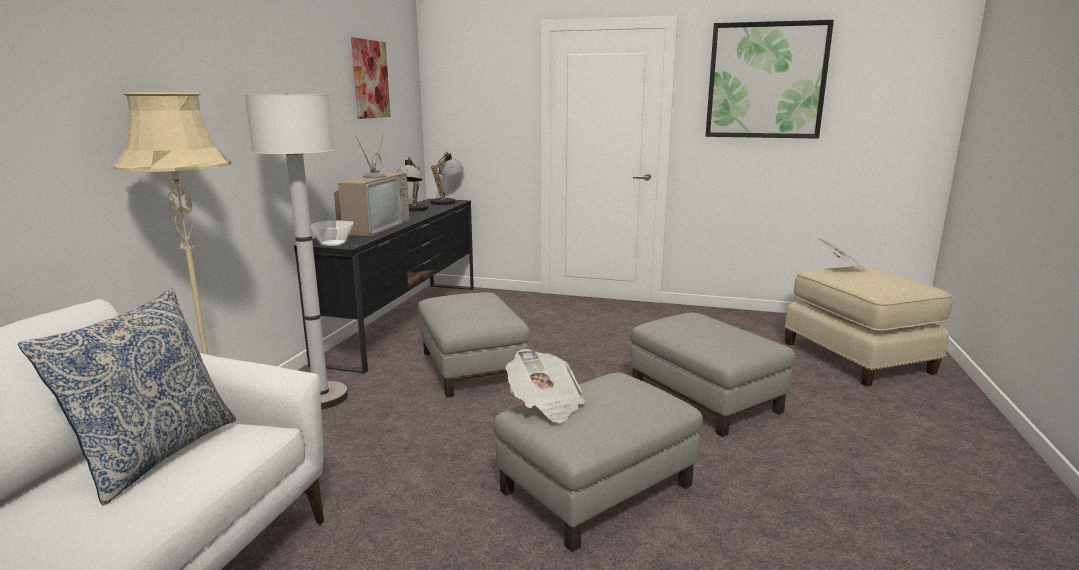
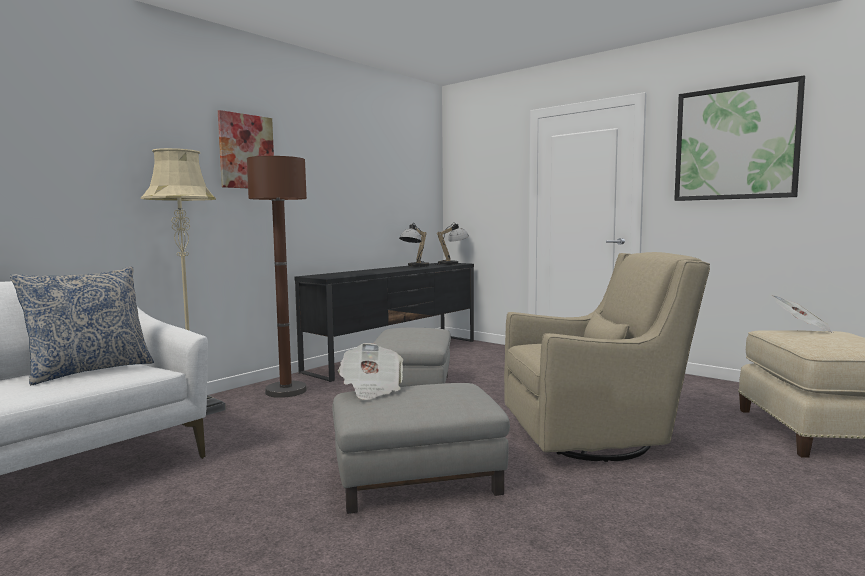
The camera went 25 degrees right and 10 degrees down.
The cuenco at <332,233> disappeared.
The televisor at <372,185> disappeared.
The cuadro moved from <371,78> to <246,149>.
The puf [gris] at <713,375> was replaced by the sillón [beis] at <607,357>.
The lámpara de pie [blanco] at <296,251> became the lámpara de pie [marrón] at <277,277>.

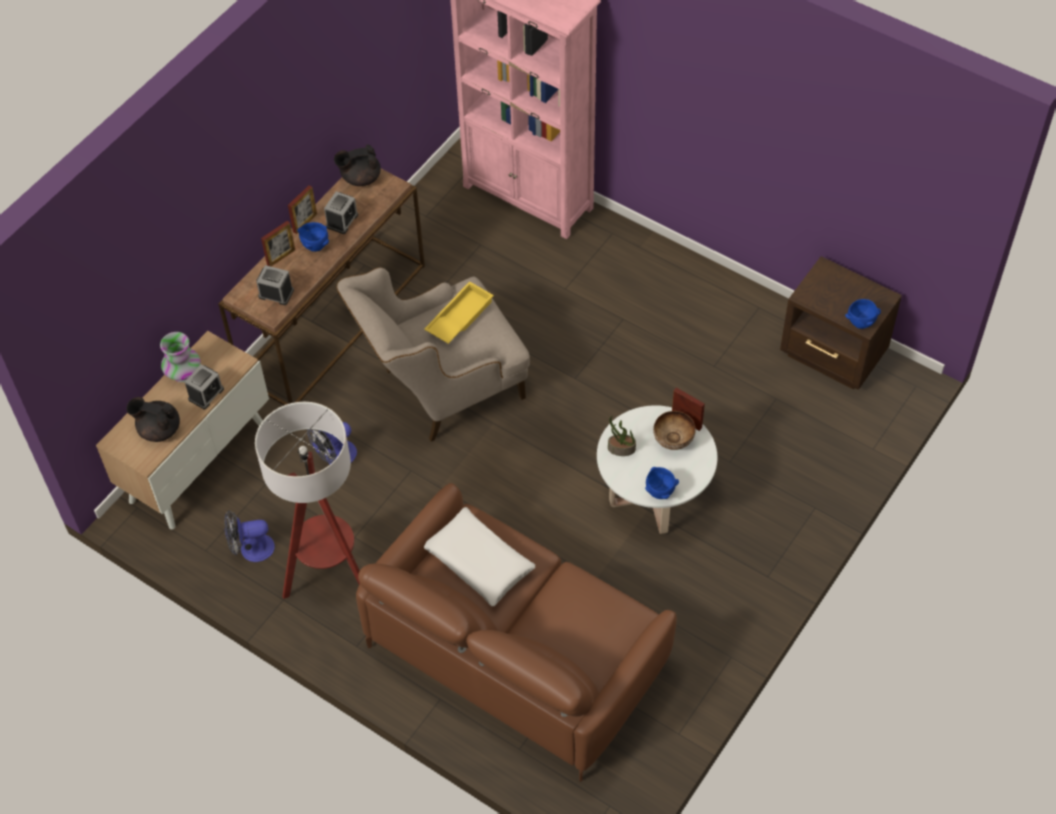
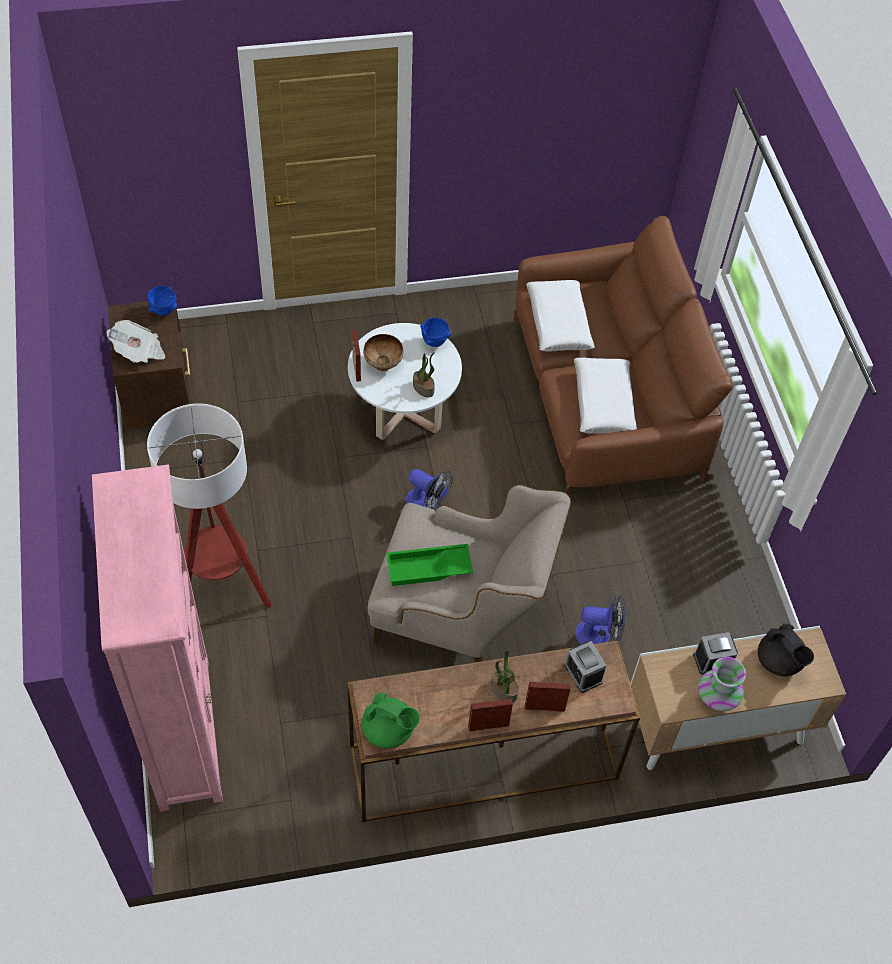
The camera went 140 degrees left and 0 degrees up.
The despertador at <341,212> disappeared.
The periódico at <136,341> appeared.
The cojín [blanco] at <560,316> appeared.
The ventilador moved from <249,536> to <429,489>.
The lámpara de pie moved from <307,500> to <209,506>.
The cuenco [azul] at <313,237> was replaced by the planta en maceta at <505,677>.
The tetera [negro] at <357,165> became the tetera [verde] at <391,720>.
The bandeja [amarillo] at <459,312> became the bandeja [verde] at <429,565>.

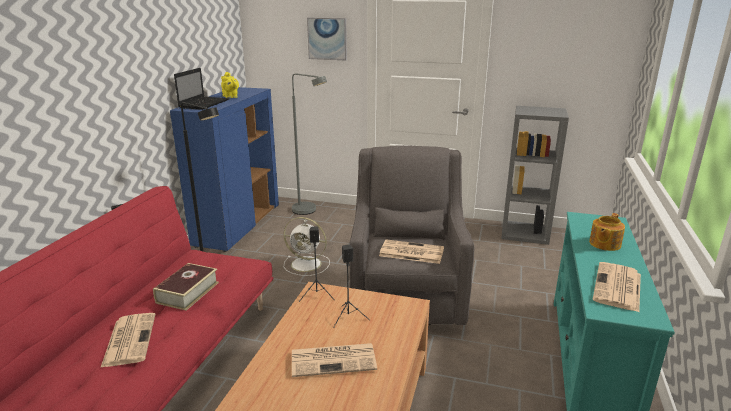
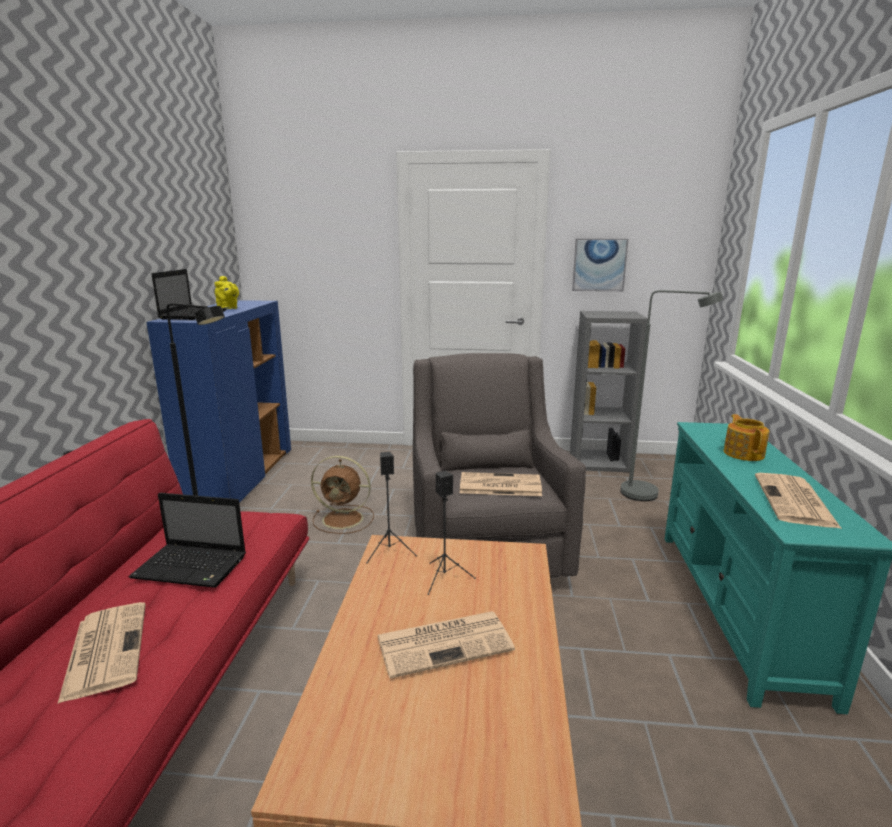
The camera went 10 degrees left and 5 degrees down.
The lámpara de pie [gris] moved from <309,144> to <671,395>.
The cuadro moved from <327,39> to <600,265>.
The libro at <186,287> was replaced by the portátil at <187,540>.
The ventilador [blanco] at <307,246> became the ventilador [marrón] at <342,495>.
The tetera at <607,232> turned 150 degrees clockwise.

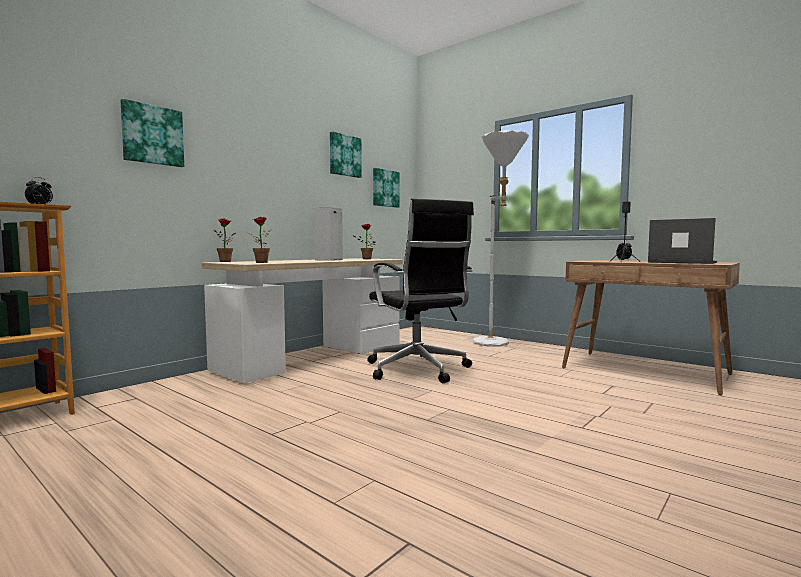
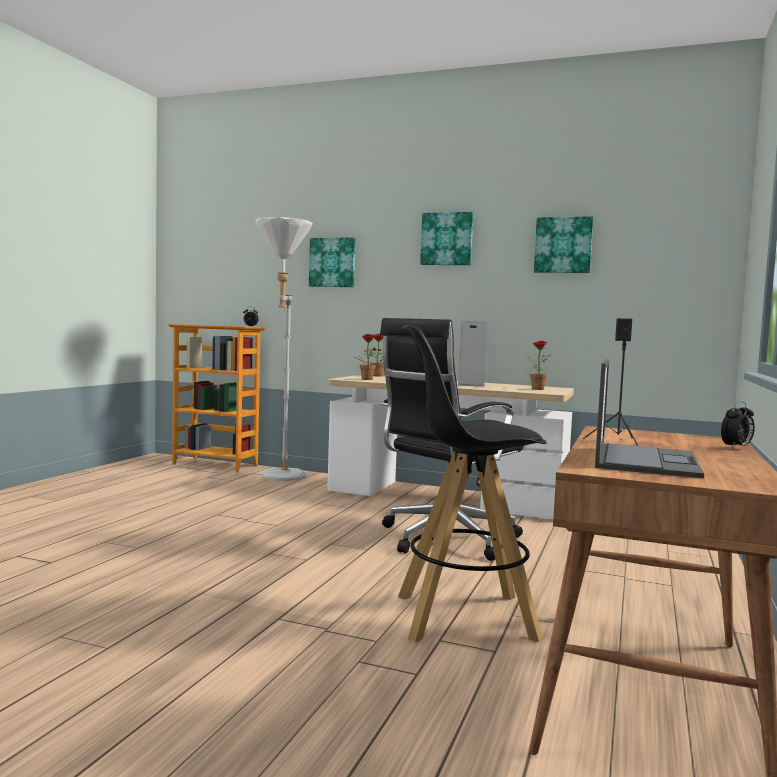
The camera went 70 degrees right and 0 degrees up.
The taburete [negro] at <472,484> appeared.
The cuadro moved from <386,188> to <446,238>.
The lámpara de pie [blanco] moved from <501,238> to <284,349>.

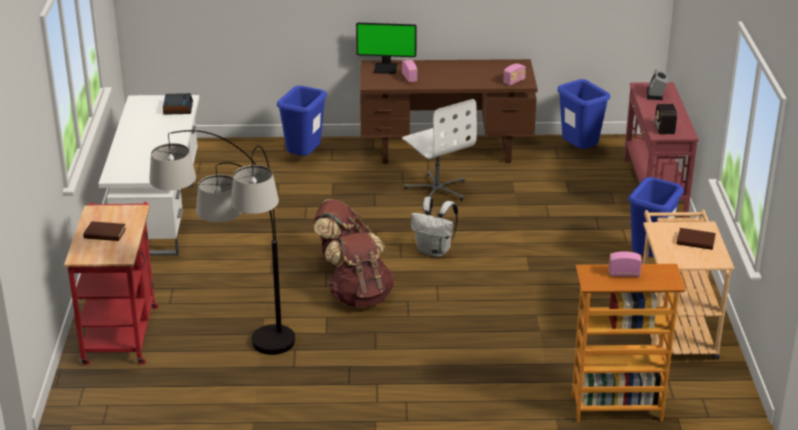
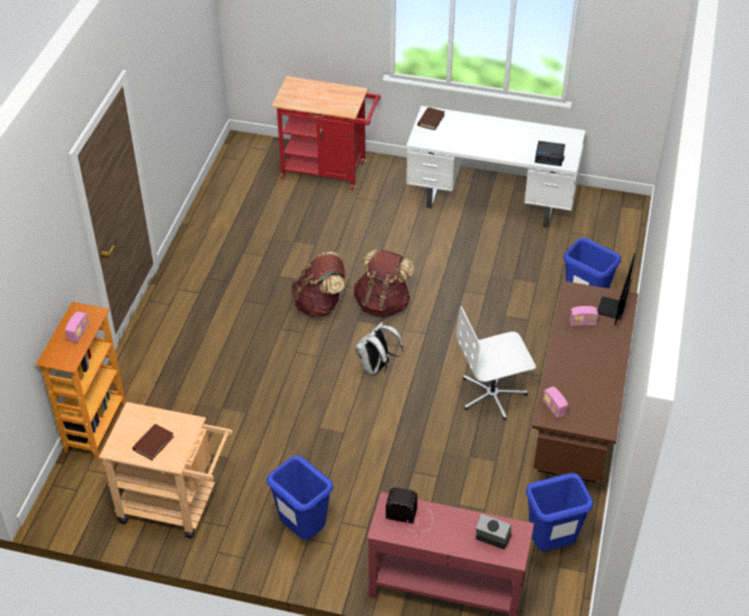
The camera went 105 degrees right and 15 degrees up.
The lámpara de pie at <222,242> disappeared.
The libro [marrón] moved from <104,231> to <431,118>.

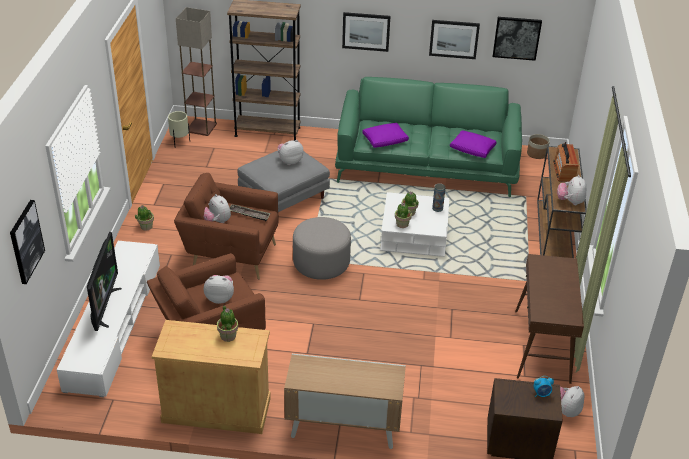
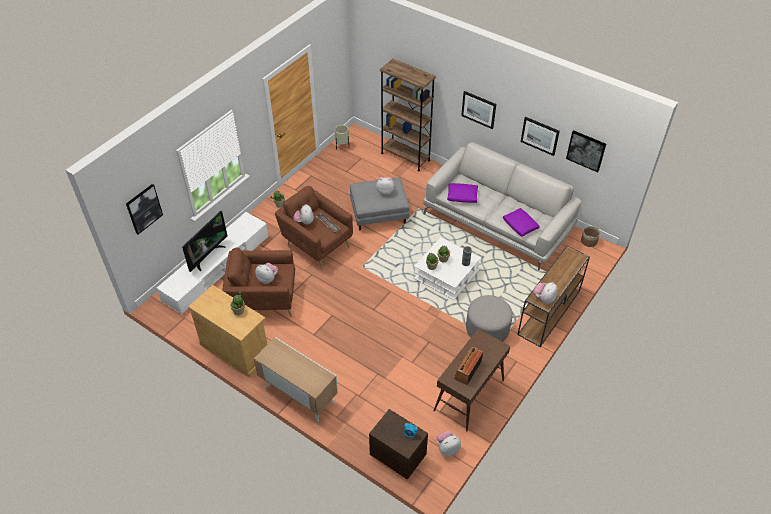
The camera went 30 degrees right and 10 degrees up.
The lámpara de pie at <196,71> disappeared.
The puf [gris] moved from <322,248> to <489,318>.
The radio moved from <566,162> to <468,366>.
The sofá [verde] at <428,137> became the sofá [blanco] at <502,206>.

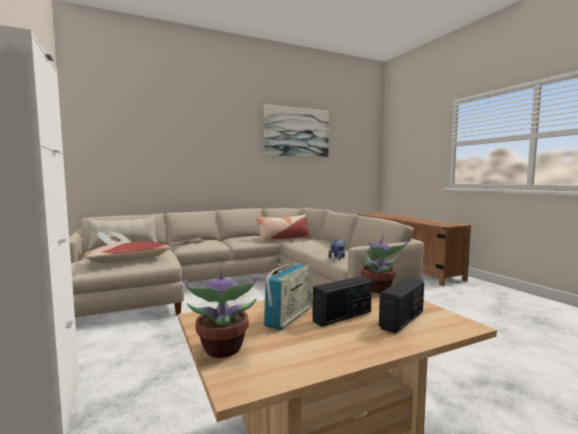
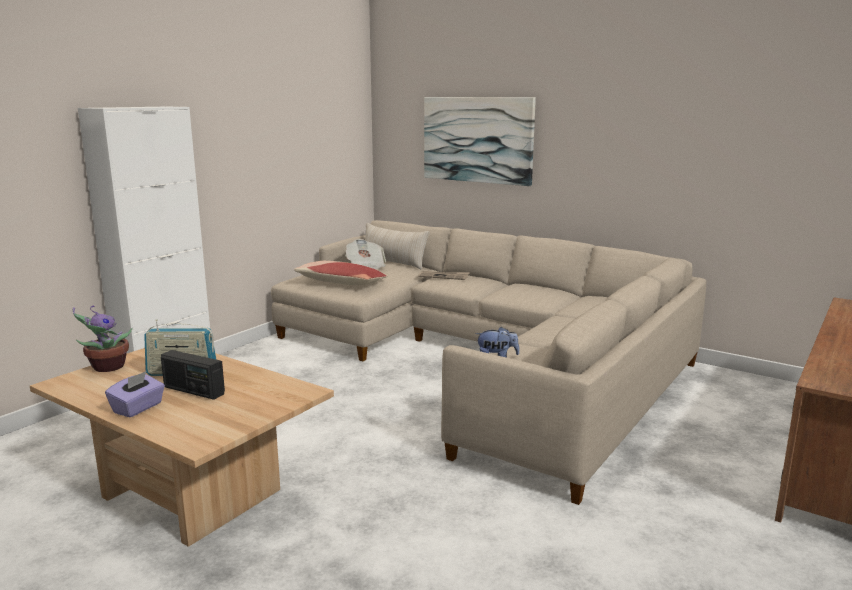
The camera went 60 degrees right and 10 degrees up.
The cojín at <283,228> disappeared.
The planta en maceta at <383,264> disappeared.
The radio at <401,305> disappeared.
The caja de pañuelos [morado] at <135,394> appeared.
The cuadro moved from <296,130> to <480,141>.

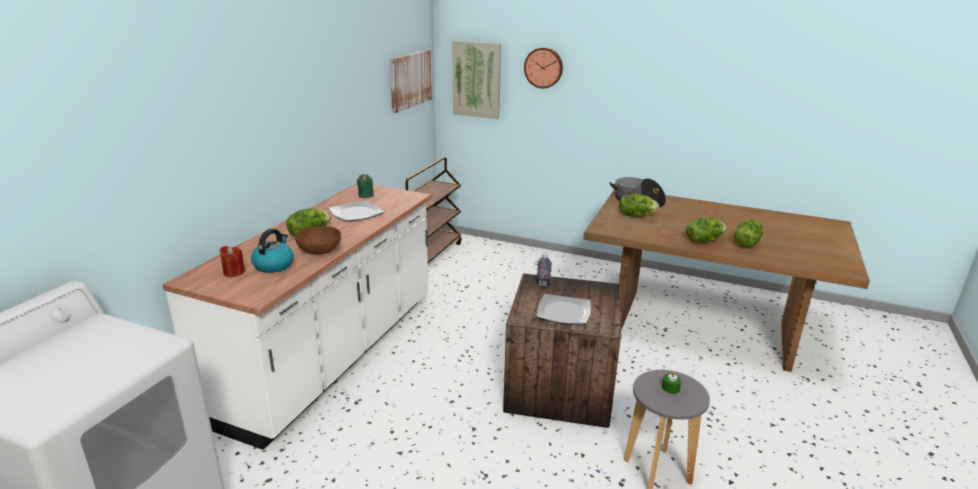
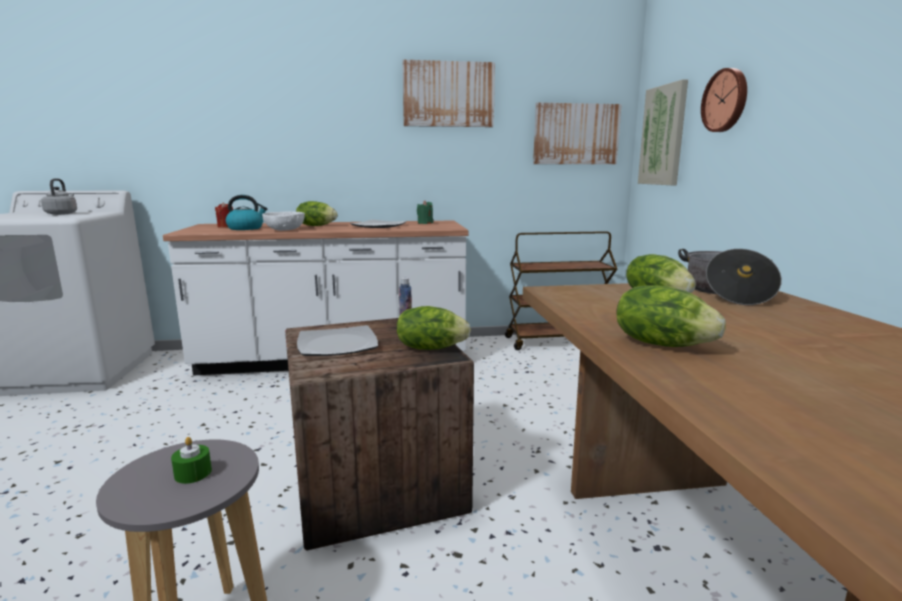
The camera went 60 degrees right and 10 degrees down.
The hervidor [gris] at <59,196> appeared.
The cuadro at <448,93> appeared.
The lechuga moved from <748,233> to <434,328>.
The cuenco [marrón] at <318,240> became the cuenco [blanco] at <283,221>.

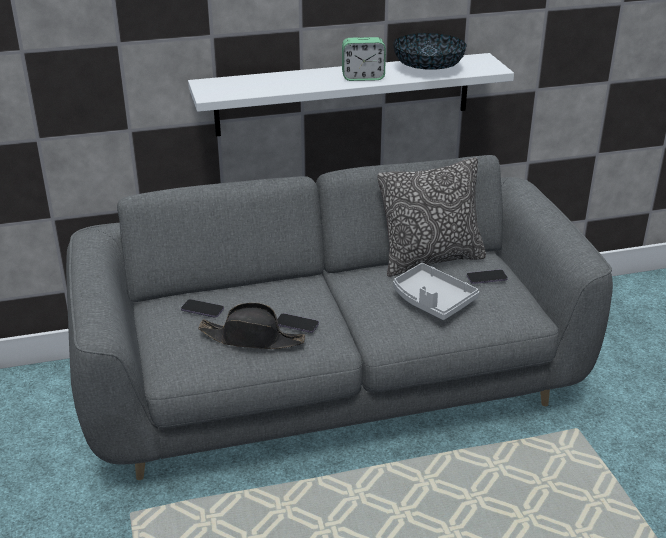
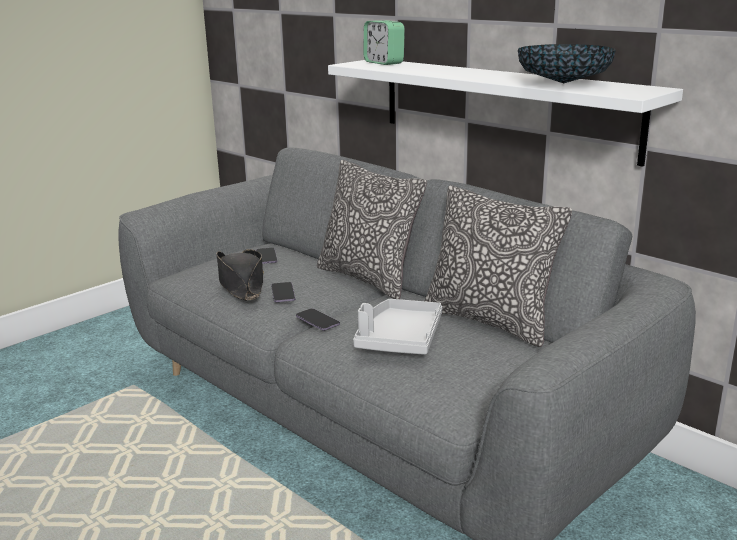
The camera went 60 degrees right and 10 degrees down.
The cojín at <372,229> appeared.
The despertador moved from <364,59> to <384,42>.
The móvil moved from <487,276> to <318,319>.

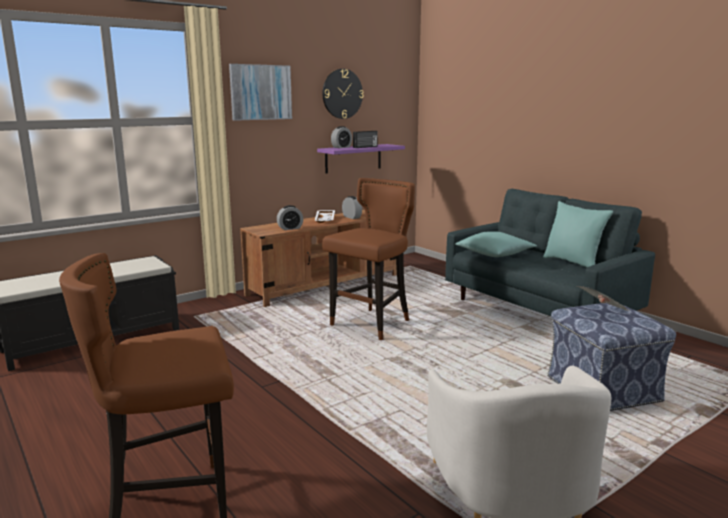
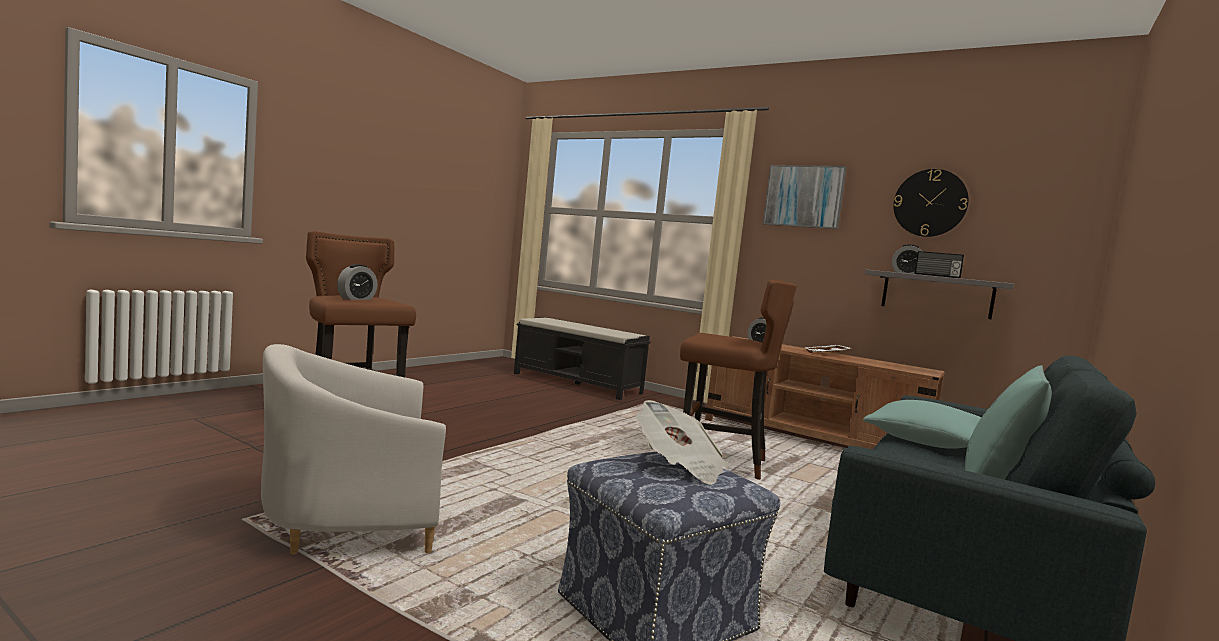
The camera went 70 degrees right and 10 degrees down.
The despertador moved from <352,207> to <357,282>.
The estante [morado] at <361,159> became the estante [gris] at <939,294>.

